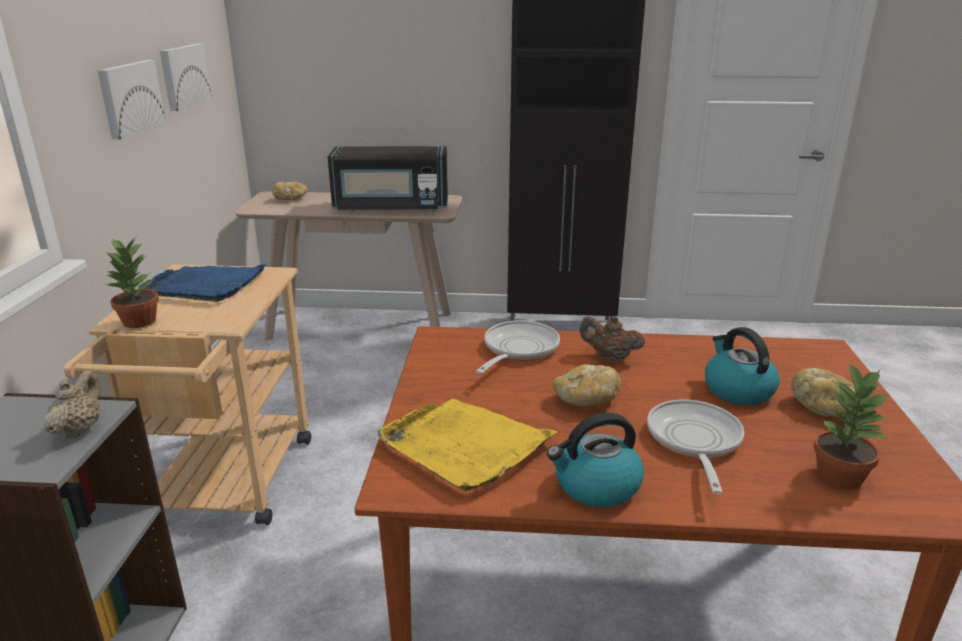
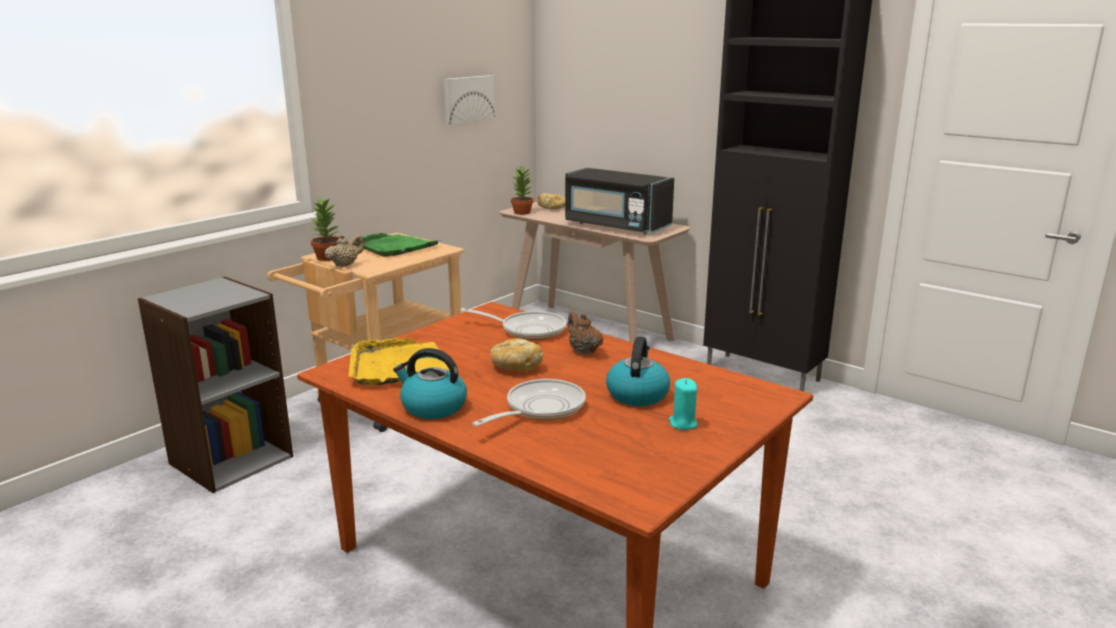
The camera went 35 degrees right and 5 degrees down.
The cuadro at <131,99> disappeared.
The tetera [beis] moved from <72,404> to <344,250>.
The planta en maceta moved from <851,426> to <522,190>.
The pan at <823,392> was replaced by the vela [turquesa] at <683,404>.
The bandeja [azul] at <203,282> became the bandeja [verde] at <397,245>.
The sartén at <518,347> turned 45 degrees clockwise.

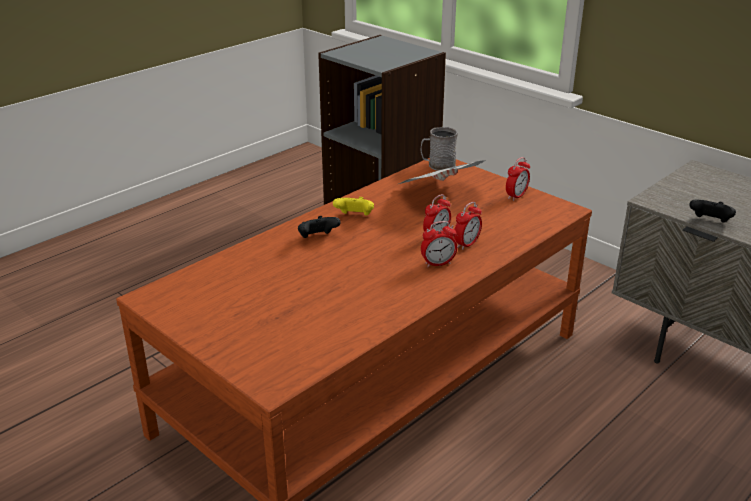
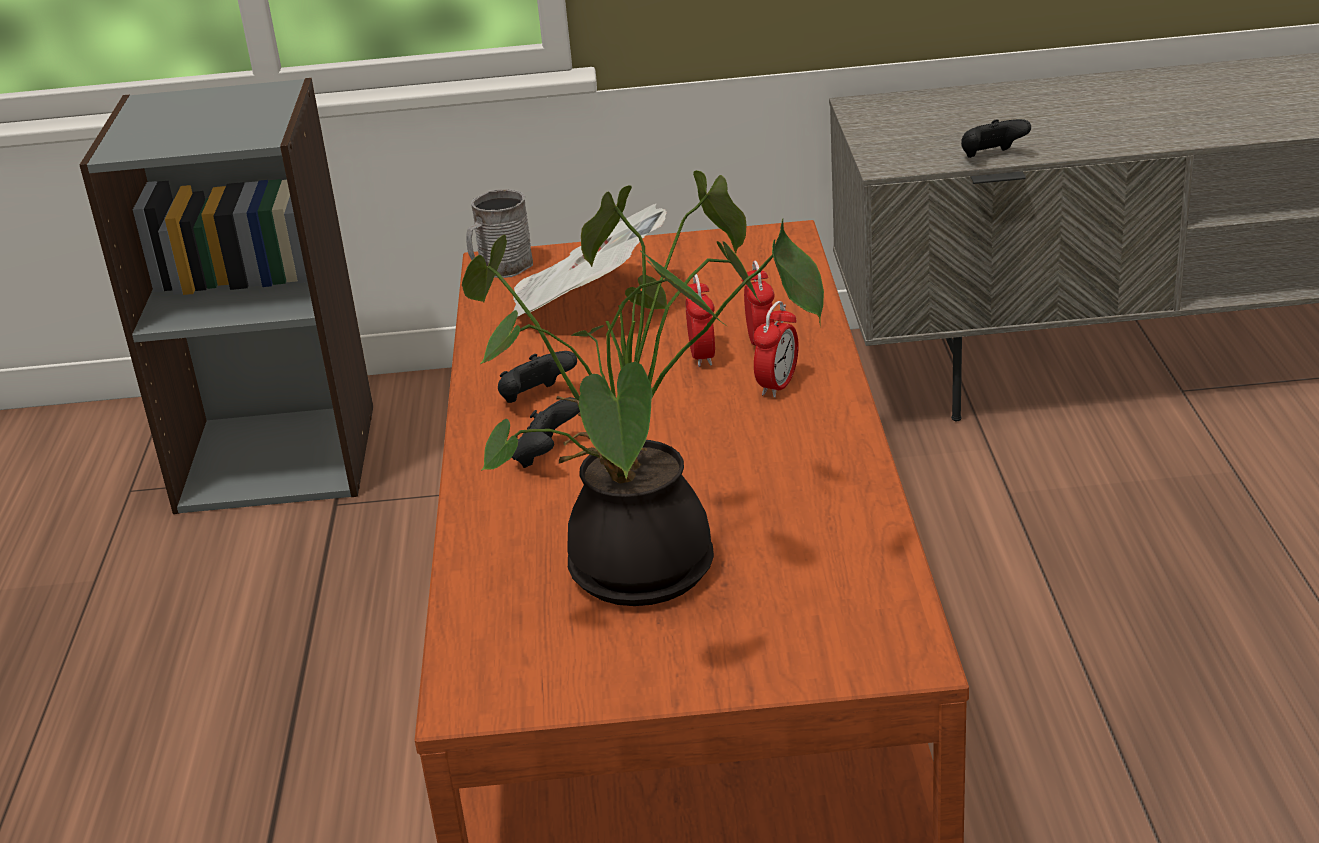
The camera went 45 degrees left and 0 degrees up.
The despertador at <518,179> disappeared.
The planta en maceta at <643,388> appeared.
The mando de consola [amarillo] at <353,206> became the mando de consola [negro] at <537,377>.

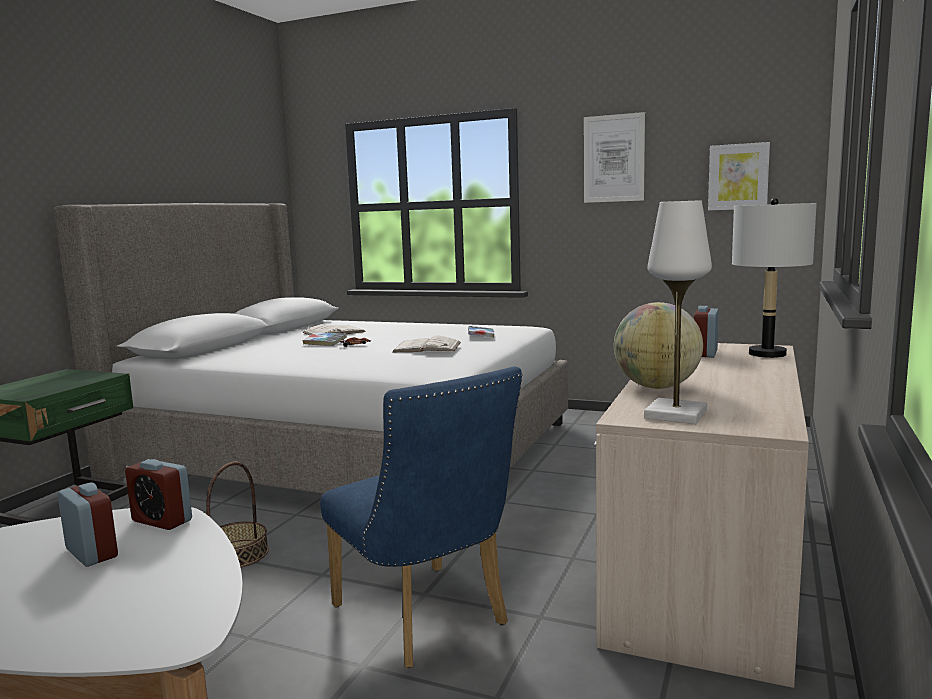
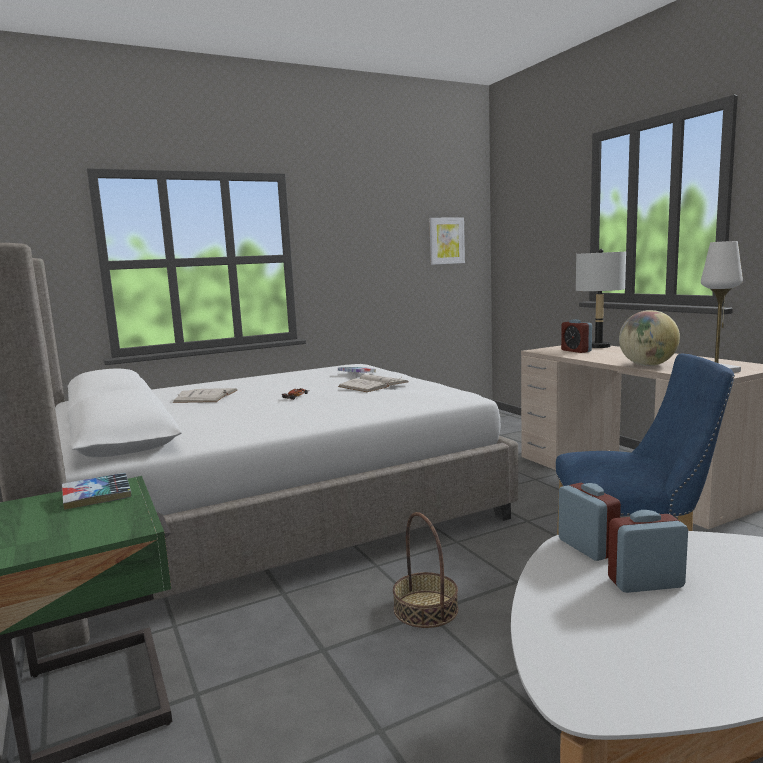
The camera went 50 degrees left and 0 degrees up.
The cuadro at <614,157> disappeared.
The libro moved from <325,339> to <96,491>.
The despertador at <158,494> turned 90 degrees counterclockwise.

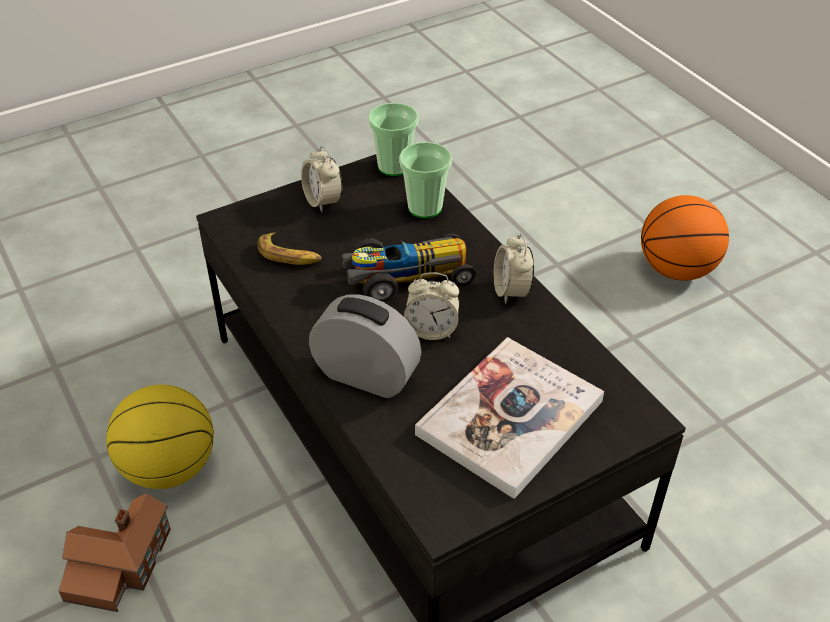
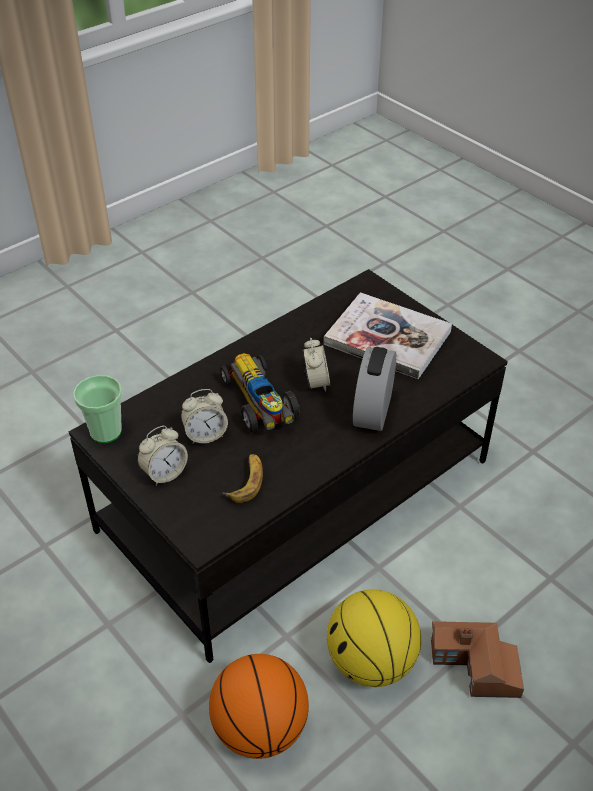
The camera went 100 degrees left and 0 degrees up.
The taza at <425,180> disappeared.
The despertador moved from <514,269> to <204,416>.
The balón de baloncesto moved from <685,238> to <259,706>.

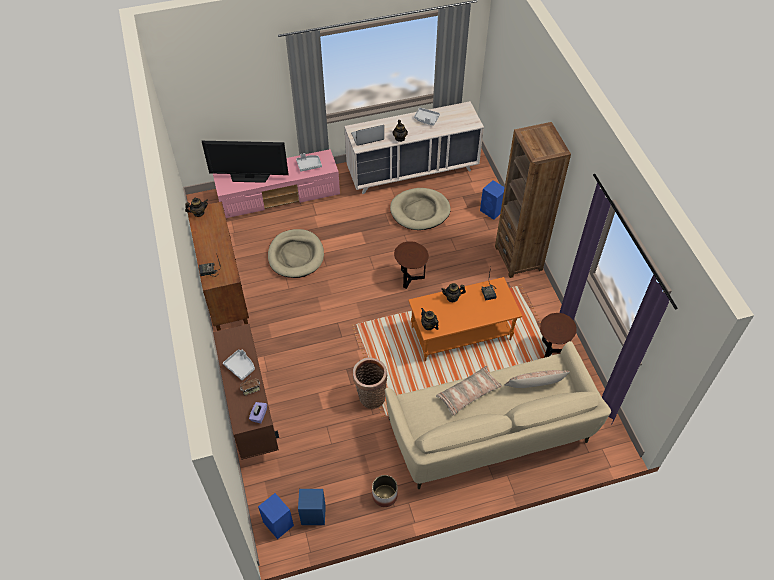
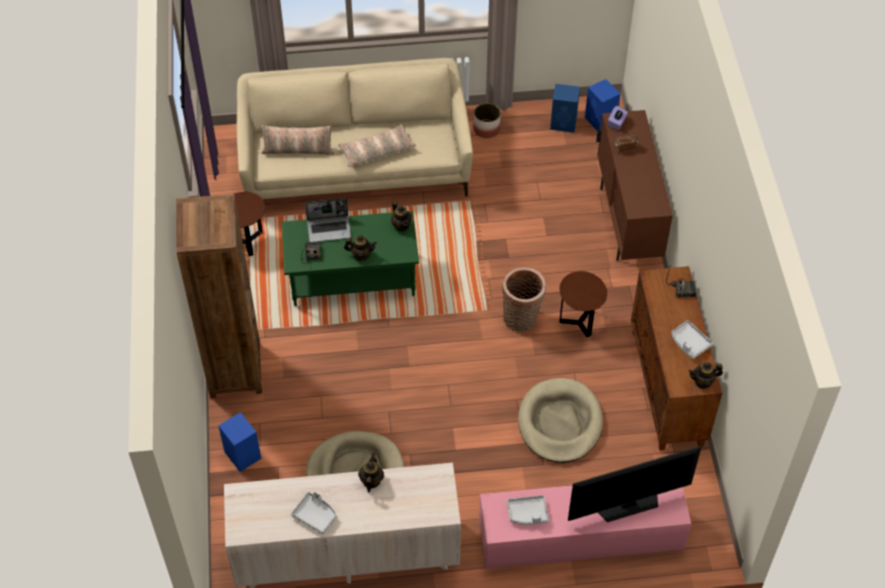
The camera went 170 degrees left and 0 degrees up.
The bandeja [gris] moved from <239,364> to <692,339>.
The portátil moved from <367,135> to <328,220>.
The cesta moved from <370,383> to <524,299>.
The mesa auxiliar [marrón] moved from <411,265> to <583,304>.
The mesa de centro [naranja] at <465,319> became the mesa de centro [verde] at <350,259>.
The televisor at <245,162> turned 150 degrees clockwise.

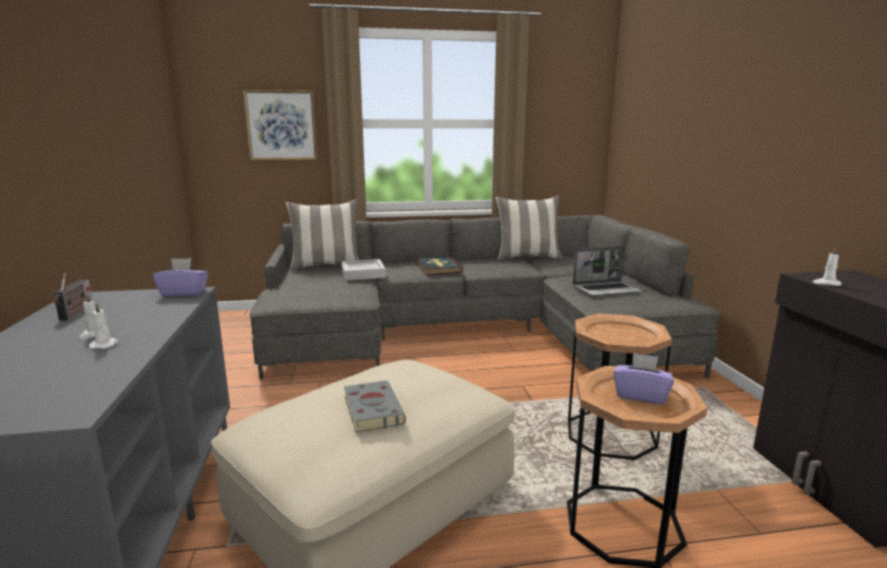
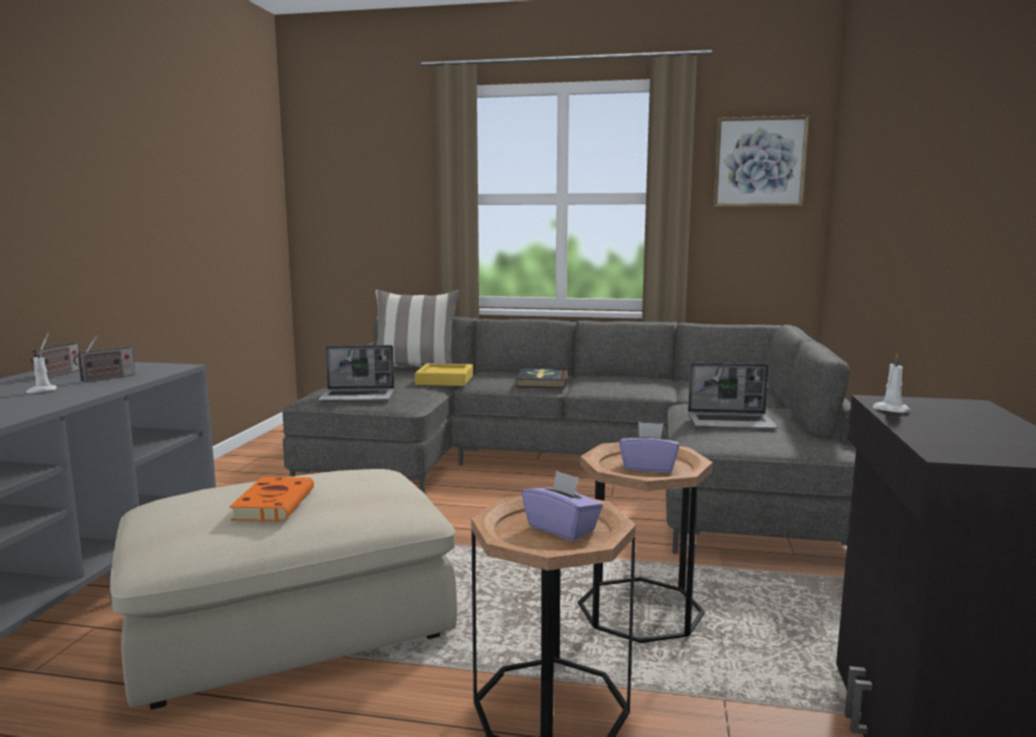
The camera went 20 degrees right and 5 degrees down.
The vela [blanco] at <103,325> disappeared.
The cojín at <529,227> disappeared.
The radio at <104,358> appeared.
The portátil at <356,373> appeared.
The caja de pañuelos [morado] moved from <180,277> to <649,447>.
The cuadro moved from <280,125> to <761,161>.
The bandeja [gris] at <363,270> became the bandeja [amarillo] at <444,374>.
The libro [gris] at <375,406> became the libro [naranja] at <271,499>.

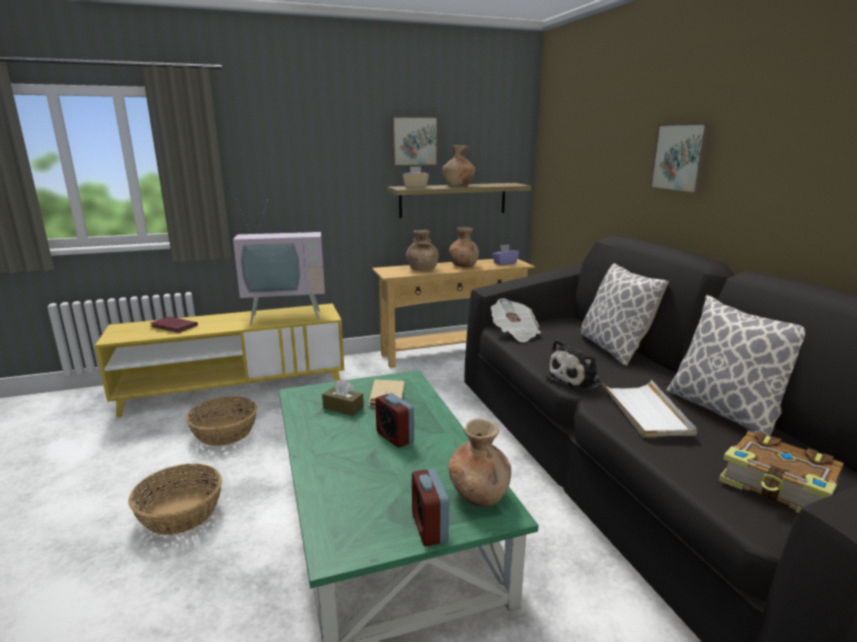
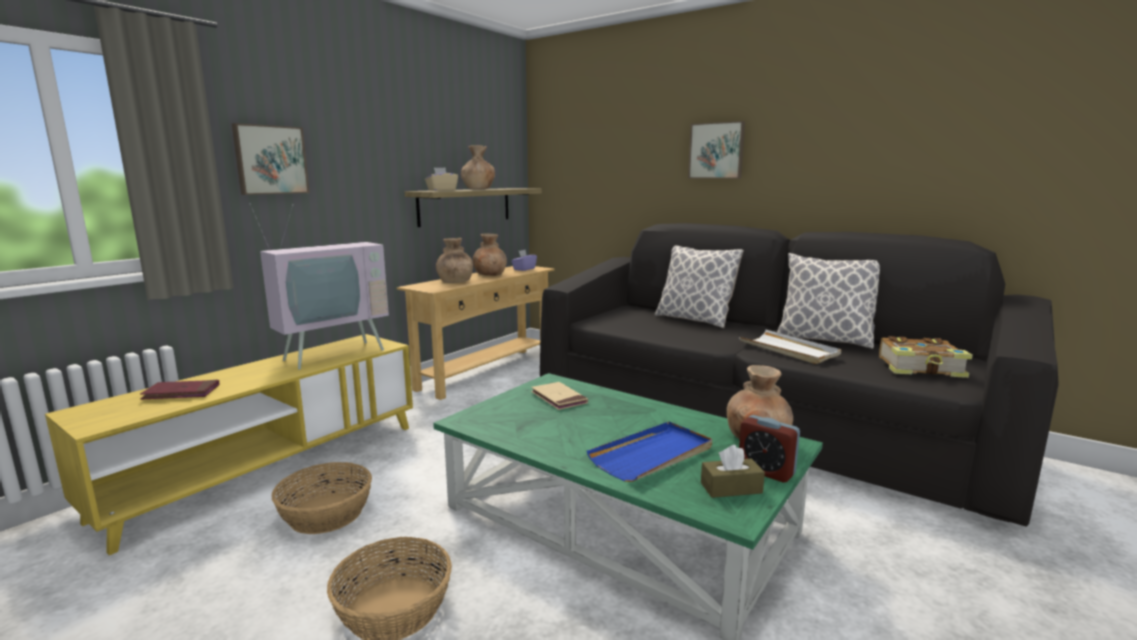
The camera went 35 degrees left and 5 degrees down.
The despertador at <394,420> disappeared.
The periódico at <516,321> disappeared.
The peluche at <573,365> disappeared.
The bandeja [azul] at <649,452> appeared.
The caja de pañuelos [marrón] moved from <343,397> to <733,471>.
The cuadro moved from <414,141> to <271,159>.

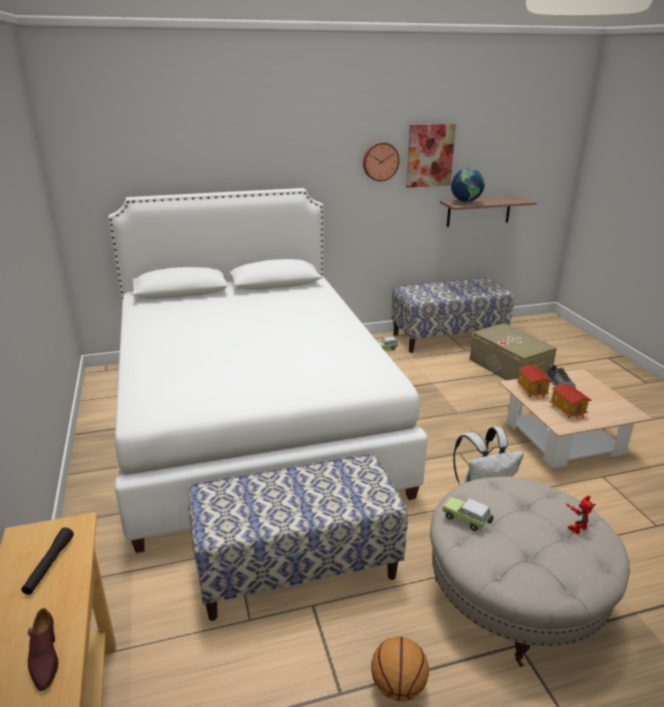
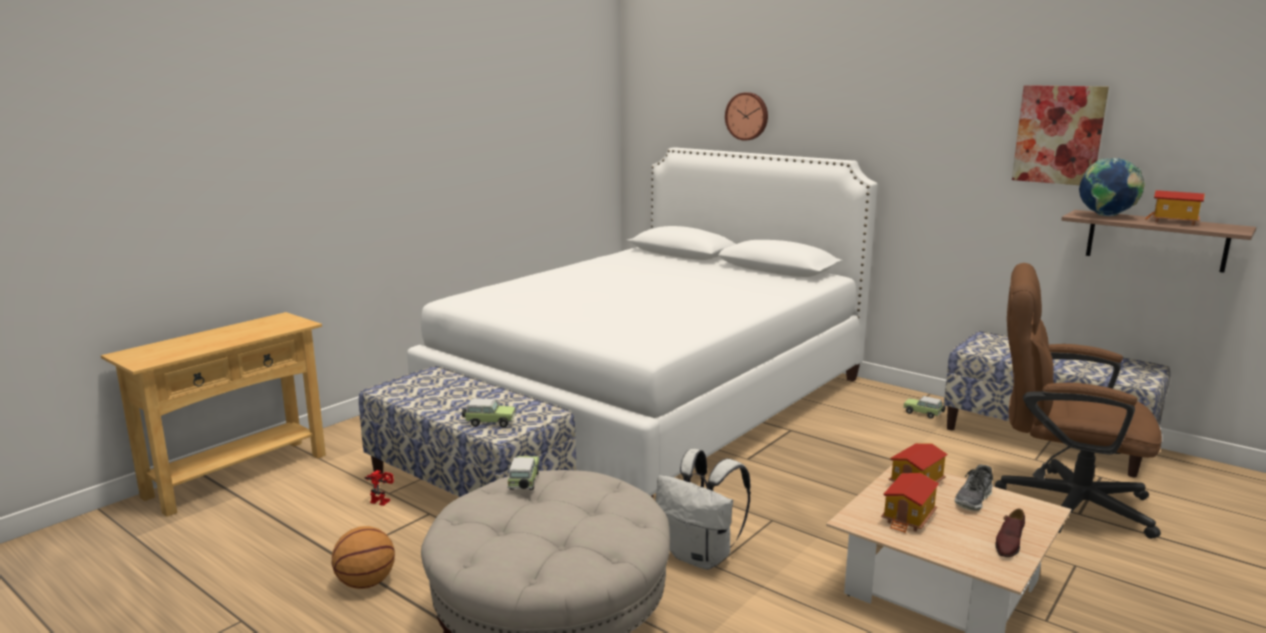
The camera went 55 degrees right and 10 degrees down.
The linterna [negro] at <47,561> disappeared.
The coche de juguete at <489,413> appeared.
The casita at <1175,208> appeared.
The zapato [marrón] moved from <43,649> to <1010,533>.
The reloj de pared moved from <381,162> to <746,116>.
The robot de juguete moved from <580,515> to <379,488>.
The caja de almacenaje [beis] at <513,352> was replaced by the silla de oficina [marrón] at <1078,401>.

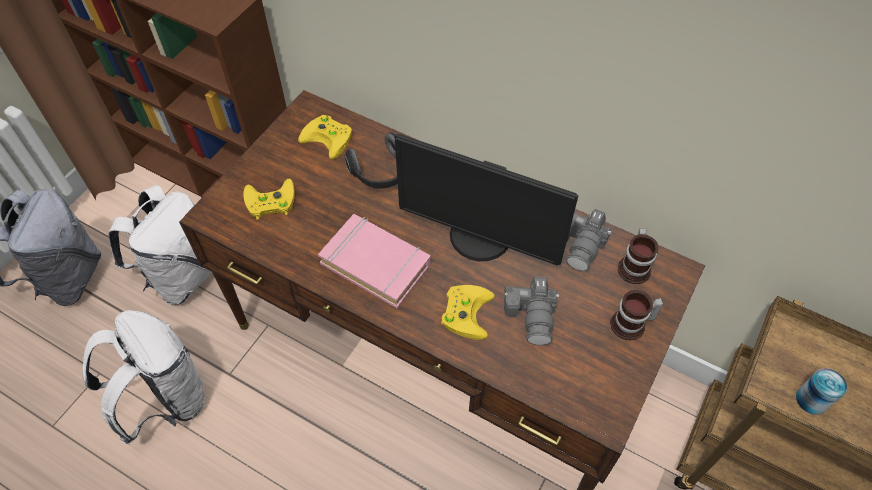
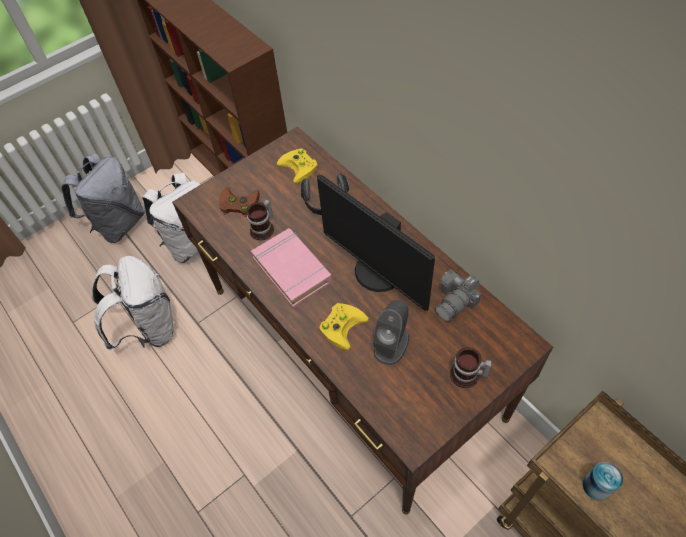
The camera went 25 degrees right and 0 degrees up.
The taza grande moved from <638,256> to <260,219>.
The cámara at <531,310> was replaced by the altavoz [gris] at <390,332>.
The mando de consola [amarillo] at <269,199> became the mando de consola [marrón] at <239,202>.

